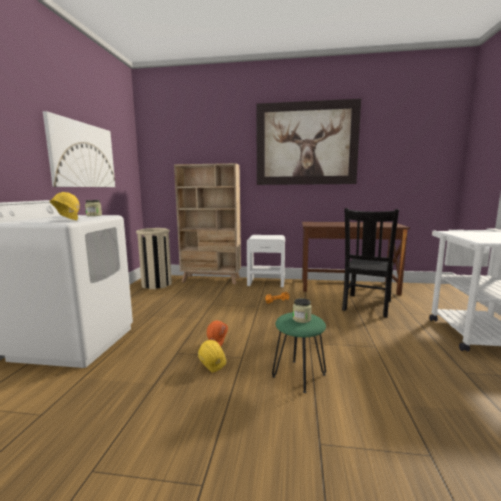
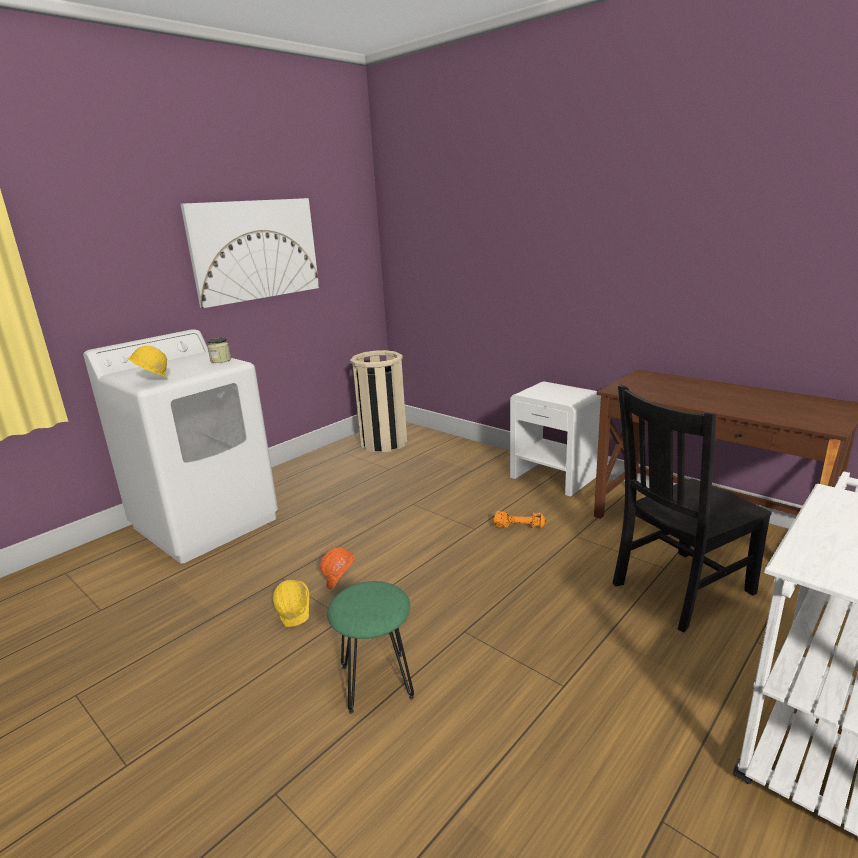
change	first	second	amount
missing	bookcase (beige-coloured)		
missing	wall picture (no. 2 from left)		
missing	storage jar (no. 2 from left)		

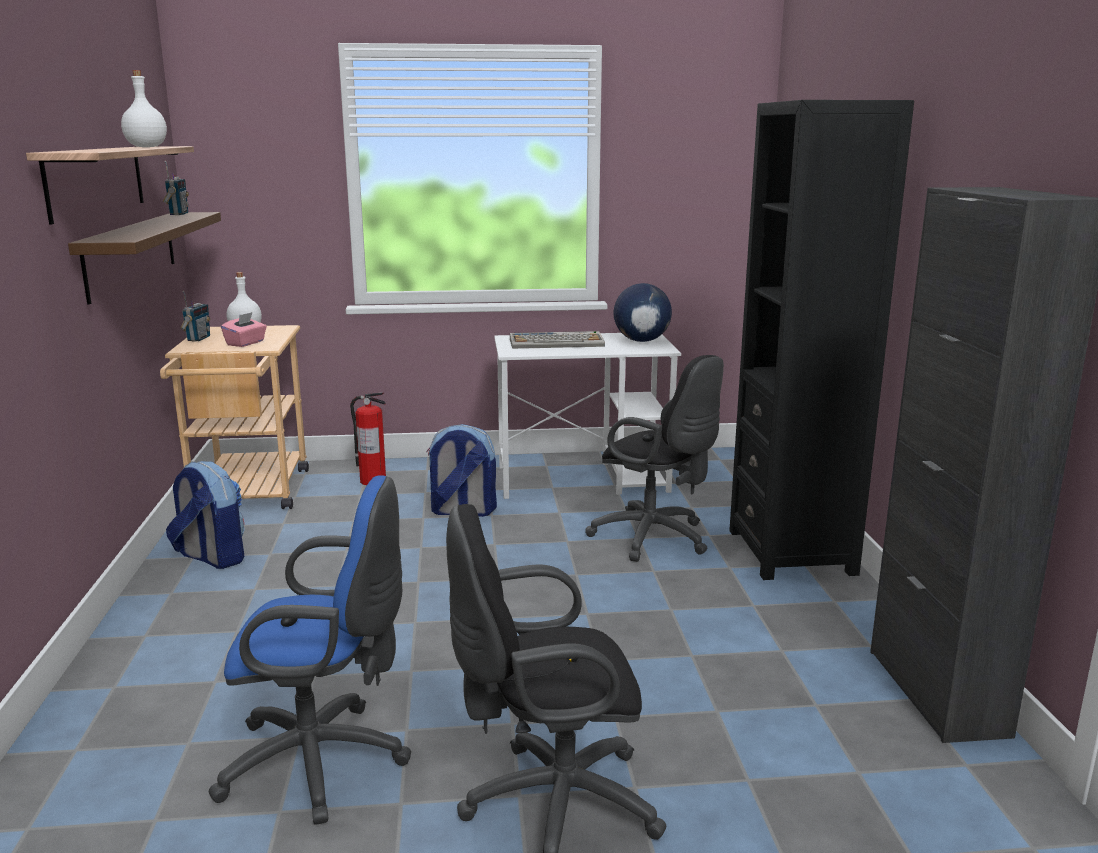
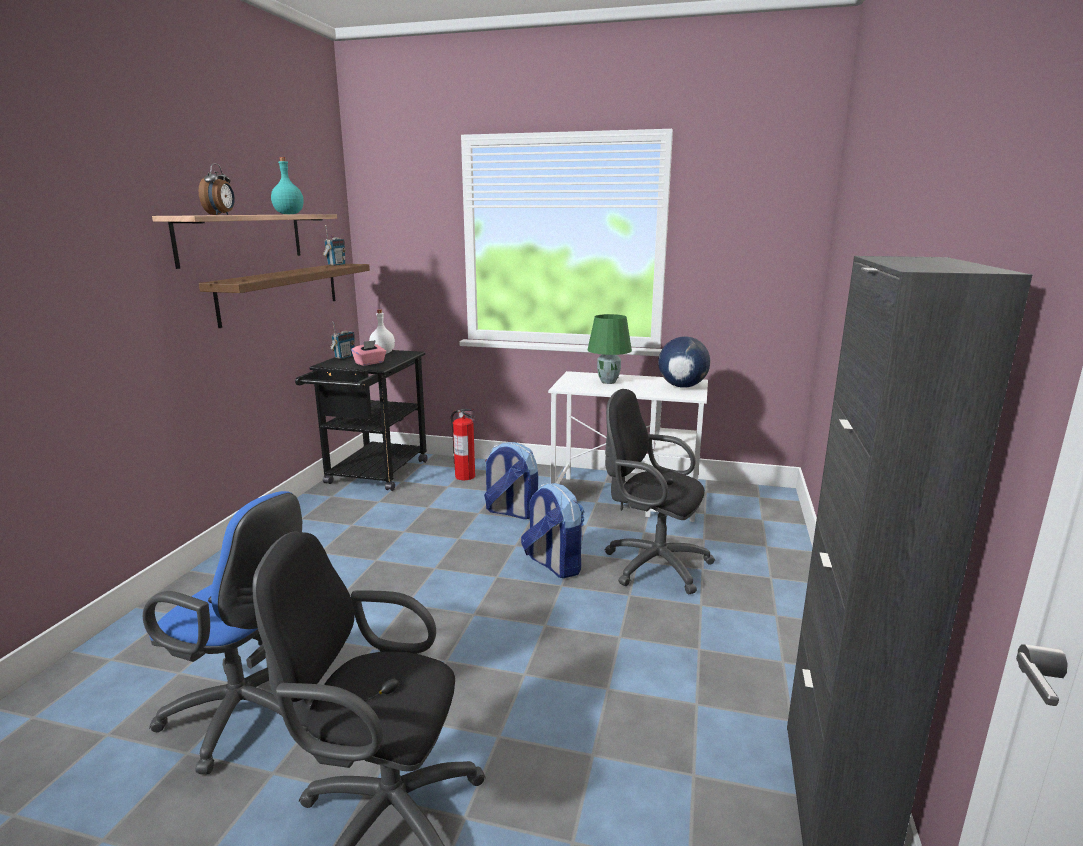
change	first	second	amount
appeared		bedside clock	
colour	beverage bottle (white-coloured) (no. 1 from left)	beverage bottle (turquoise)	
colour	cart (beige-coloured)	cart (blackish)	
relocated	rucksack (no. 1 from left in the first image)	rucksack (no. 2 from left)	
exchanged	computer keyboard	lamp for a table (green)	
spun	office chair (blackish) (no. 2 from left)		150 degrees clockwise
missing	bookcase (blackish)		

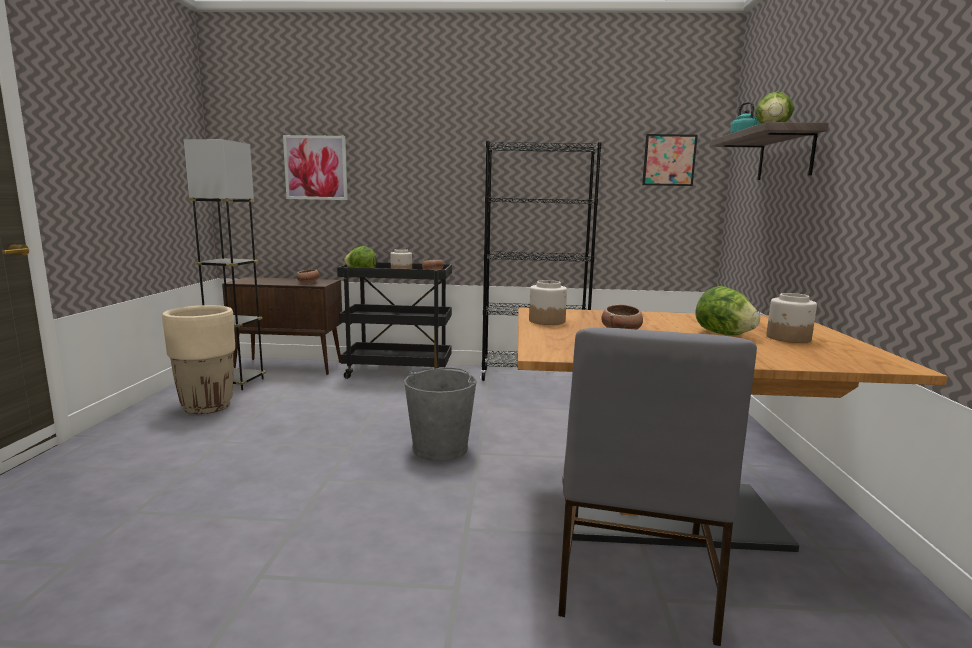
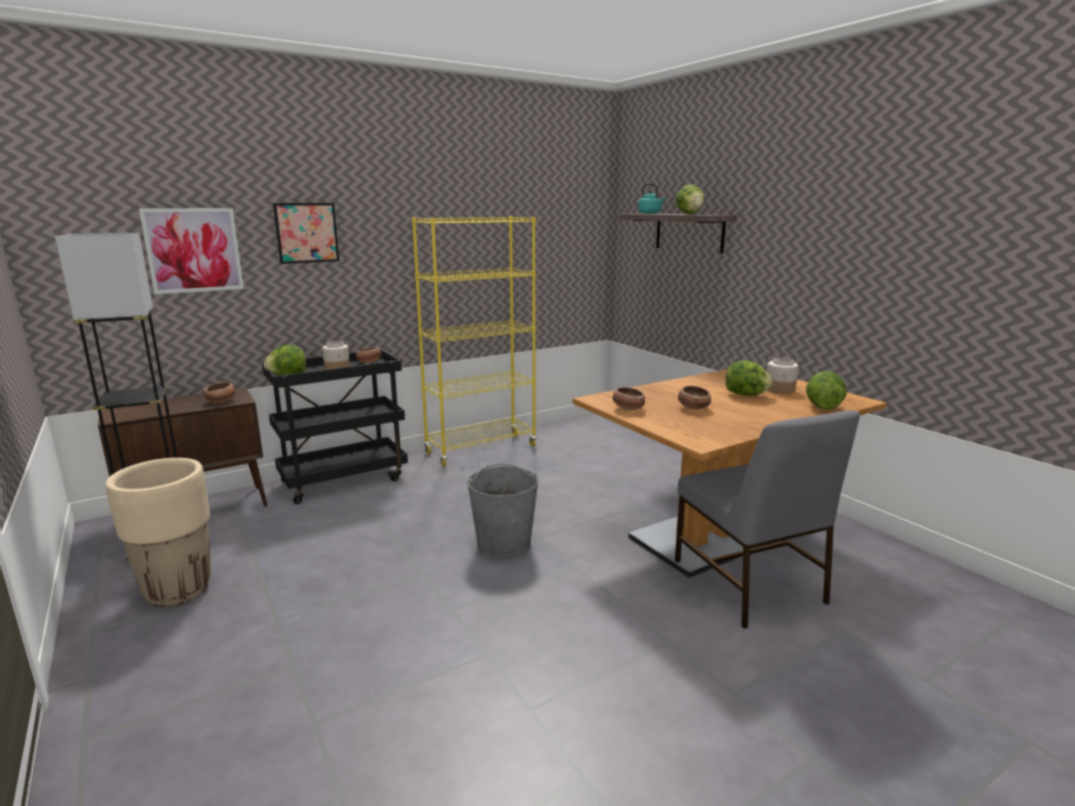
change	first	second	amount
relocated	wall picture (no. 2 from left)		
colour	bookcase (blackish)	bookcase (yellow-coloured)	
exchanged	storage jar (no. 2 from left)	deep dish (no. 3 from left)	
appeared		head of lettuce (no. 4 from left)	

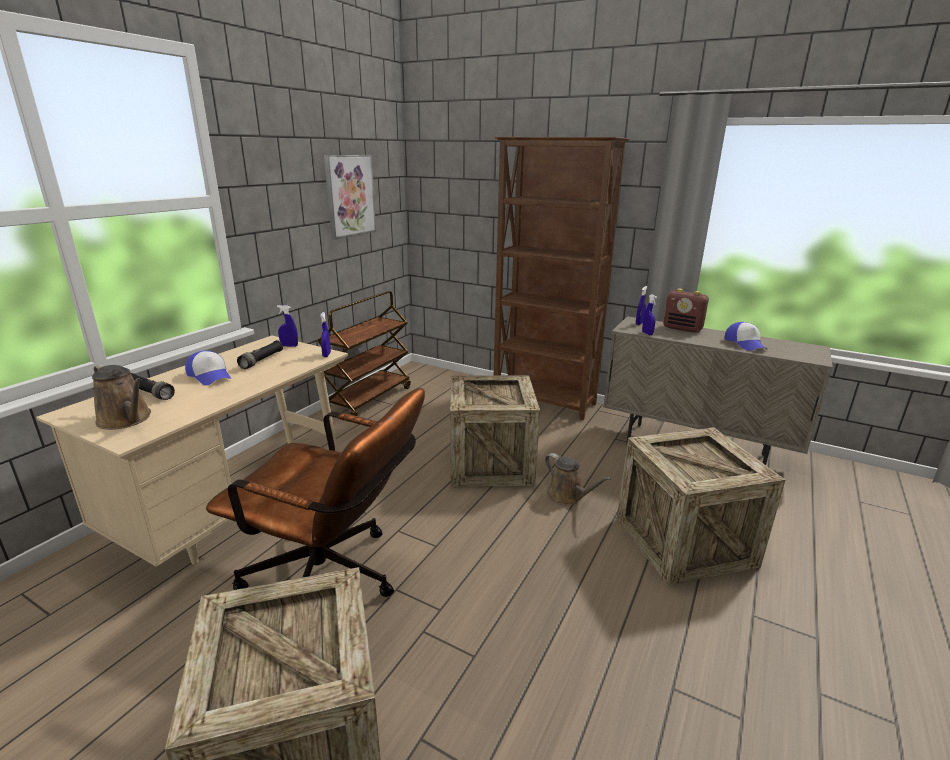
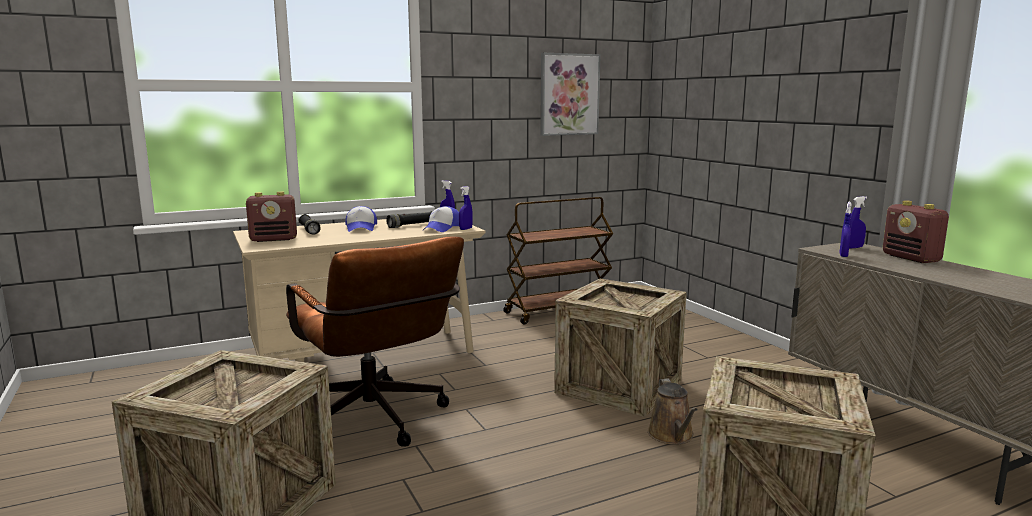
change	first	second	amount
exchanged	sprinkling can (brown-coloured) (no. 1 from left)	radio (no. 1 from left)	
relocated	cap (no. 2 from left)		
missing	bookcase (brown-coloured)		

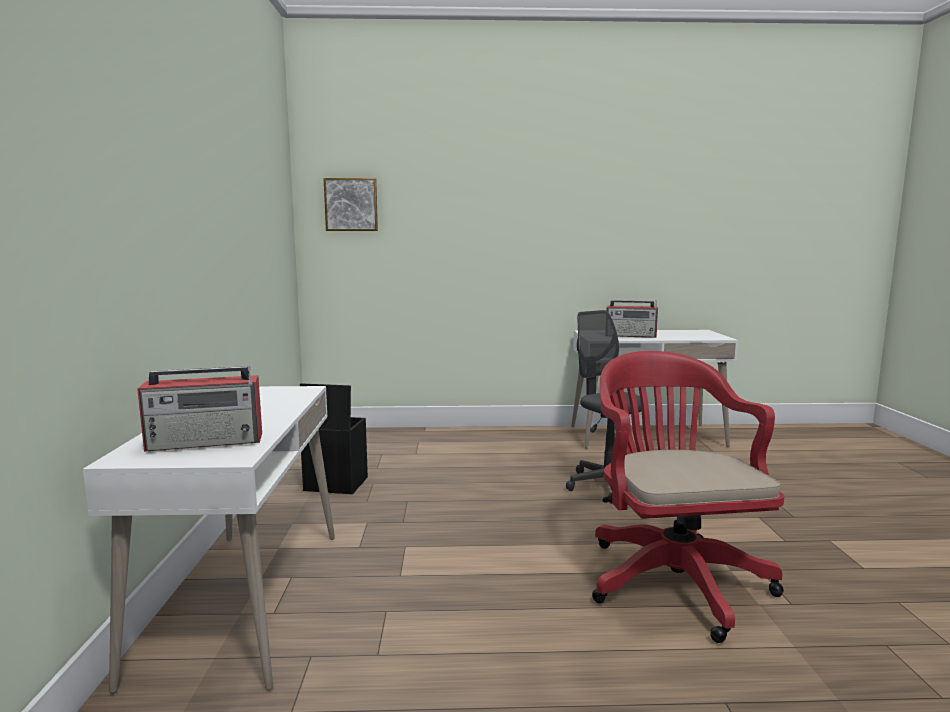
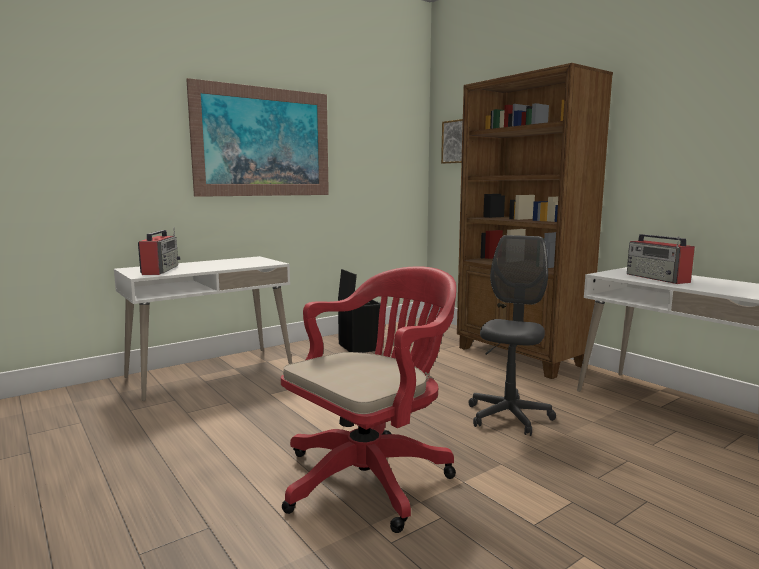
change	first	second	amount
spun	radio (no. 1 from left)		135 degrees counterclockwise
appeared		wall picture (no. 1 from left)	
appeared		bookcase (brown-coloured)	

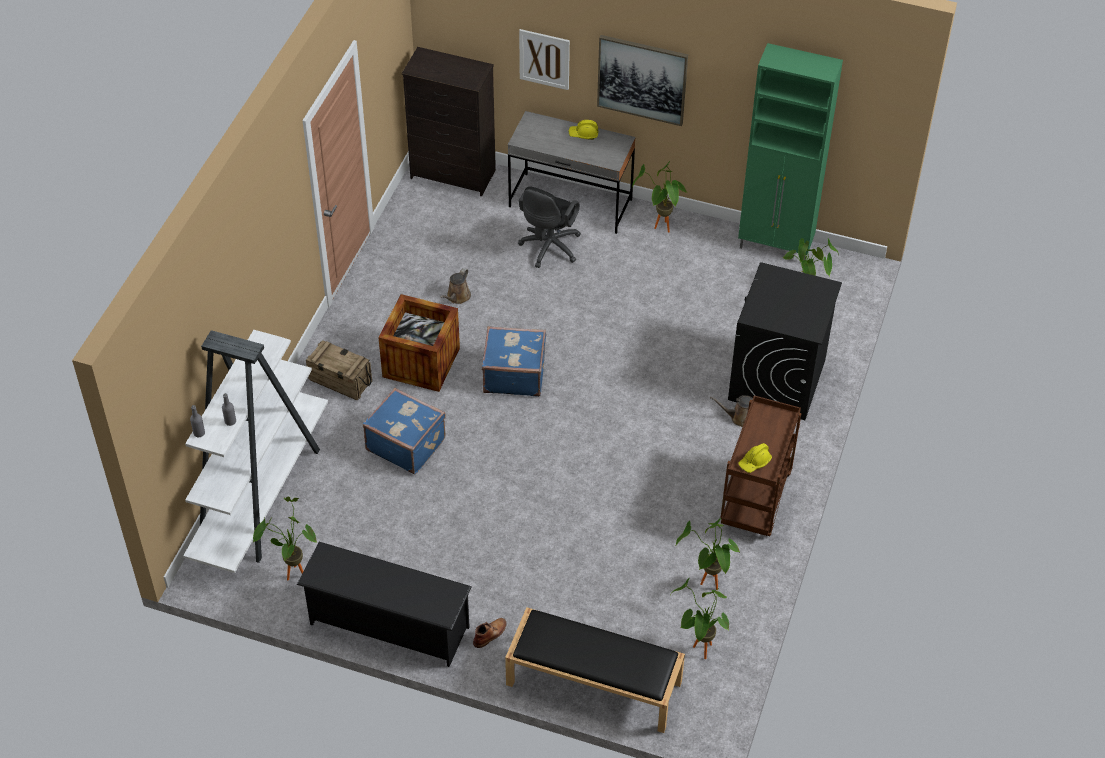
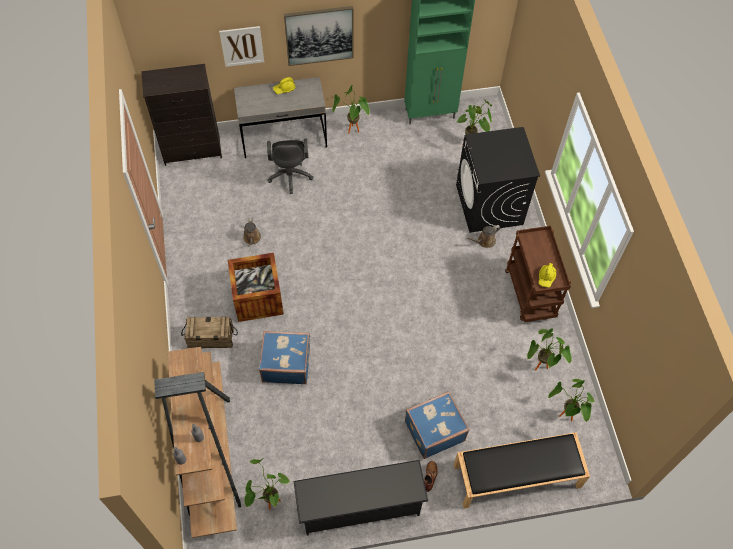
change	first	second	amount
colour	bookcase (white-coloured)	bookcase (brown-coloured)	
relocated	travel case (blue) (no. 2 from left)		

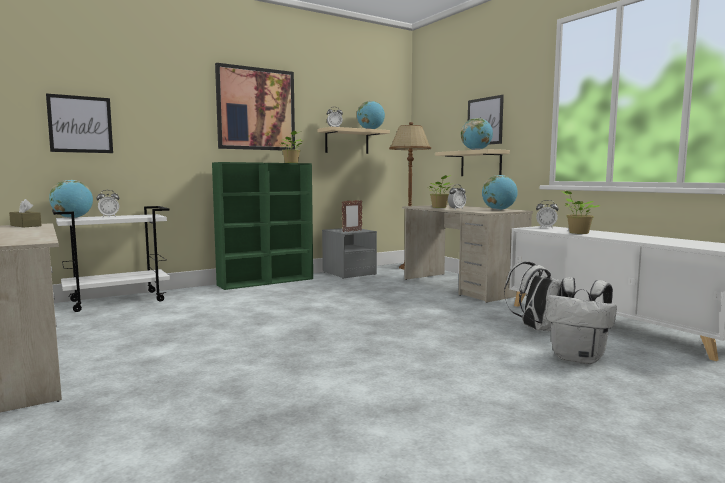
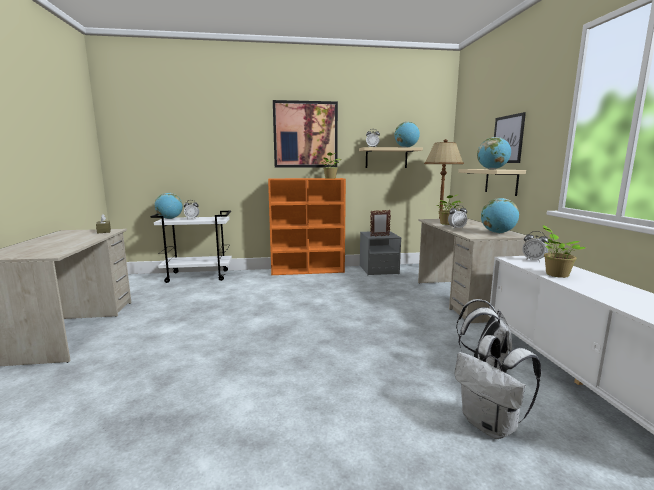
change	first	second	amount
colour	bookcase (green)	bookcase (orange)	
missing	wall picture (no. 1 from left)		

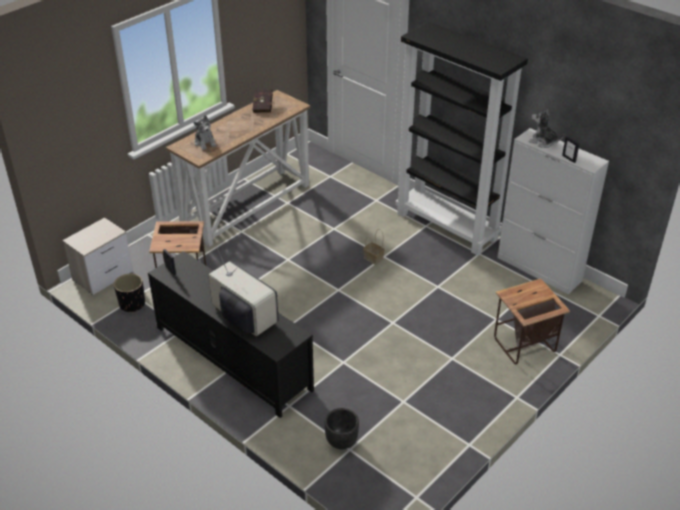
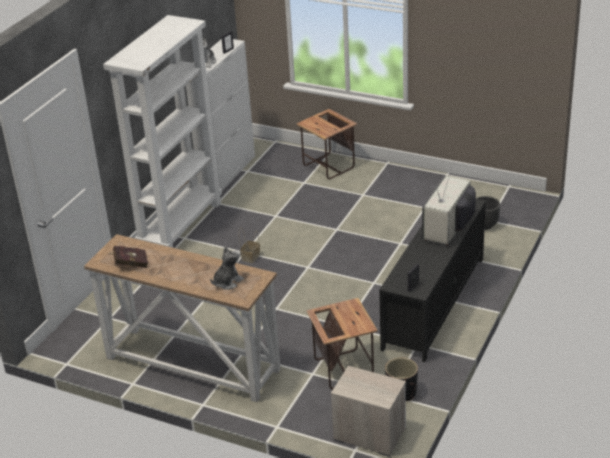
change	first	second	amount
colour	bookcase (blackish)	bookcase (white-coloured)	

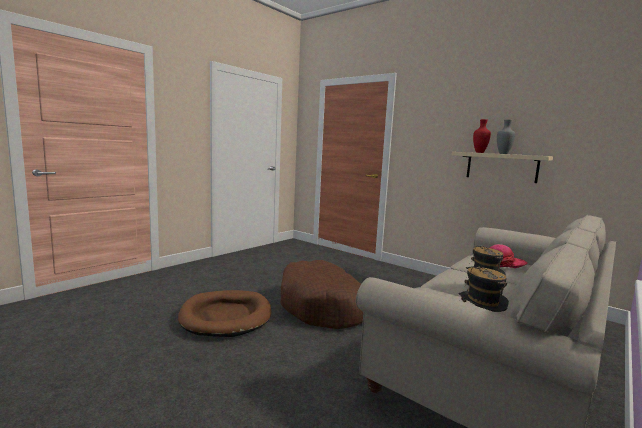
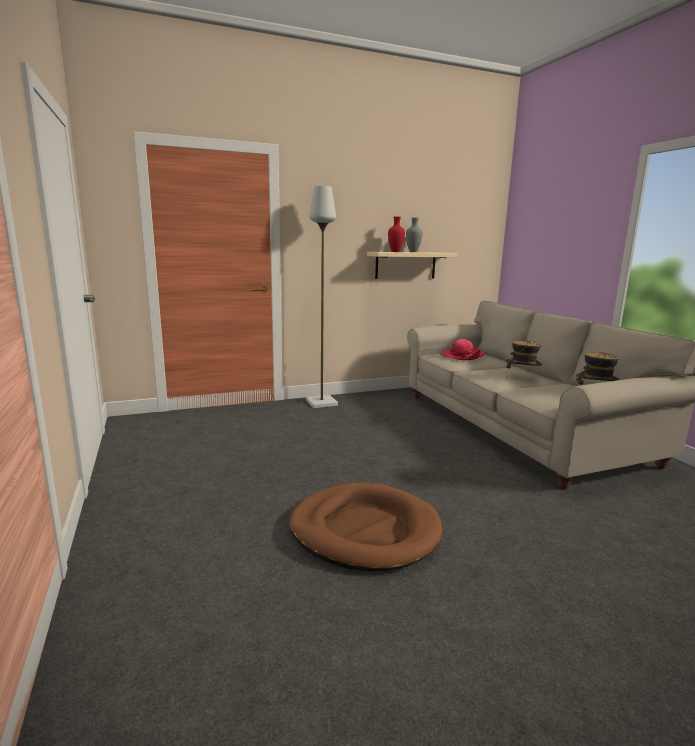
change	first	second	amount
appeared		standing lamp (greyish)	
missing	dog bed (brown-coloured) (no. 2 from left)		

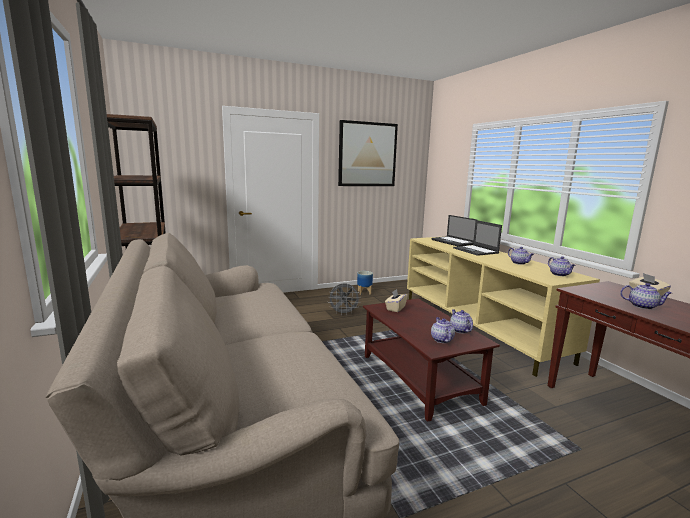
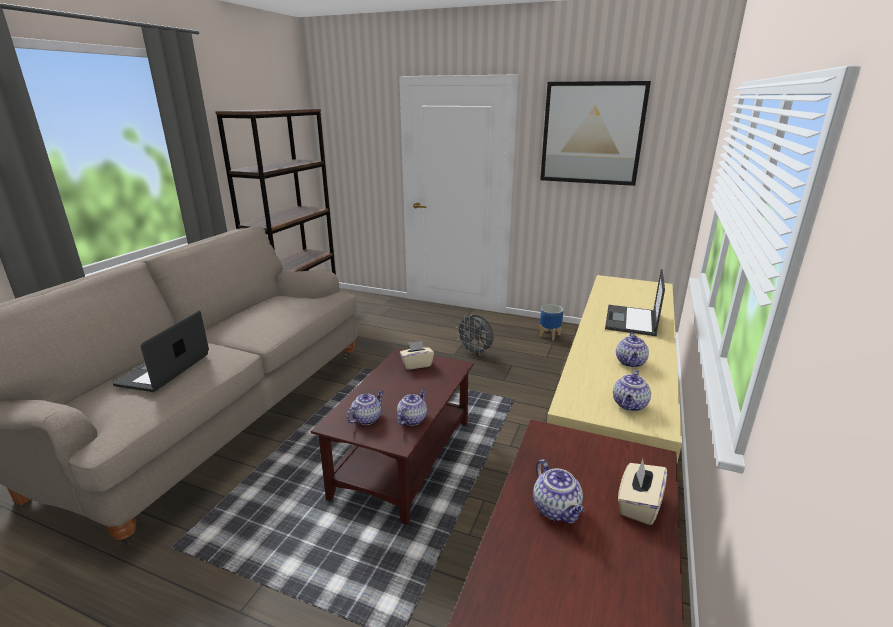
change	first	second	amount
relocated	portable computer (no. 1 from left)		

